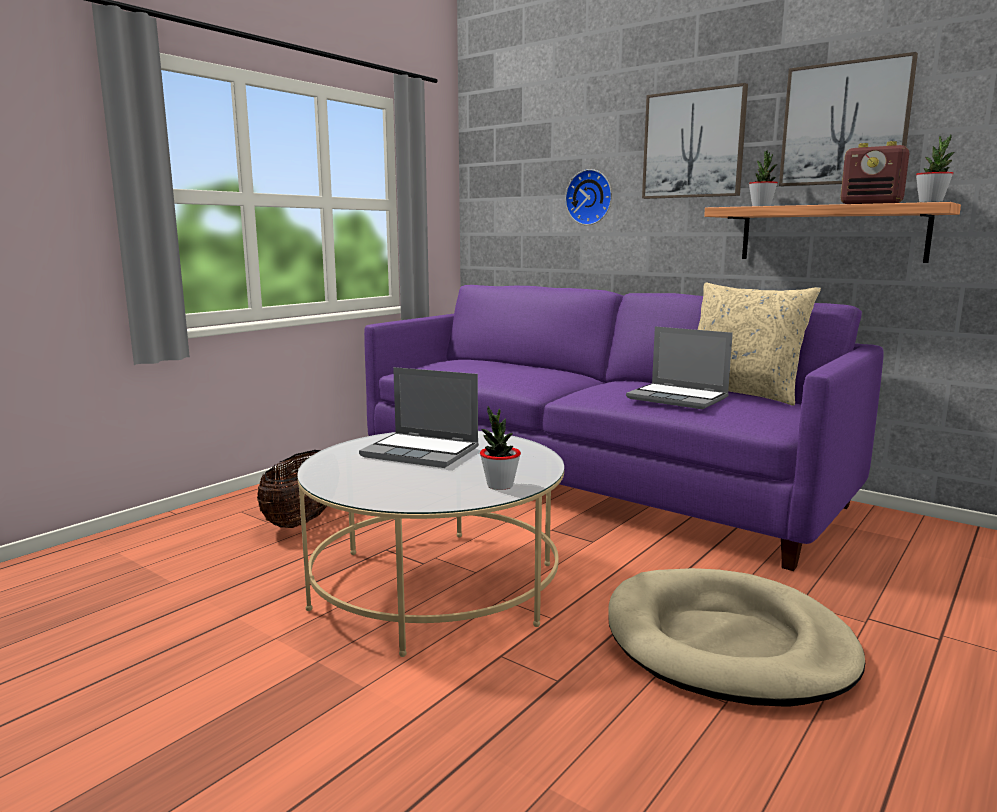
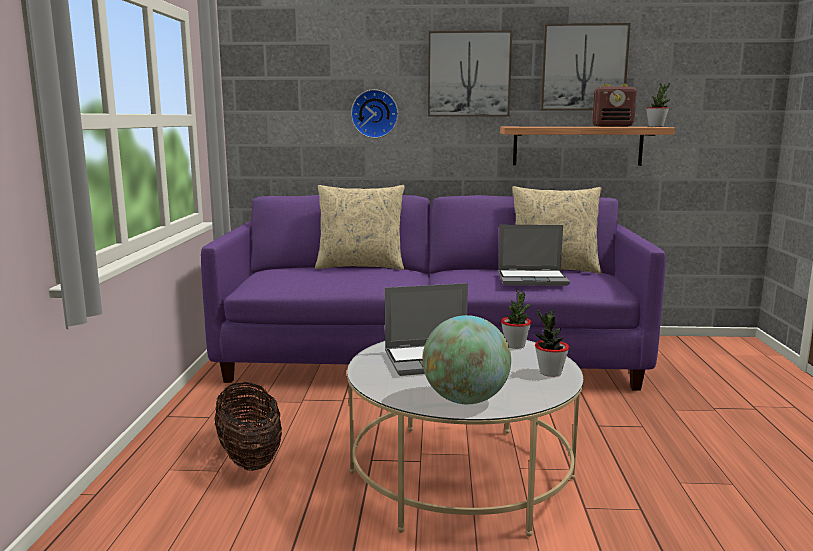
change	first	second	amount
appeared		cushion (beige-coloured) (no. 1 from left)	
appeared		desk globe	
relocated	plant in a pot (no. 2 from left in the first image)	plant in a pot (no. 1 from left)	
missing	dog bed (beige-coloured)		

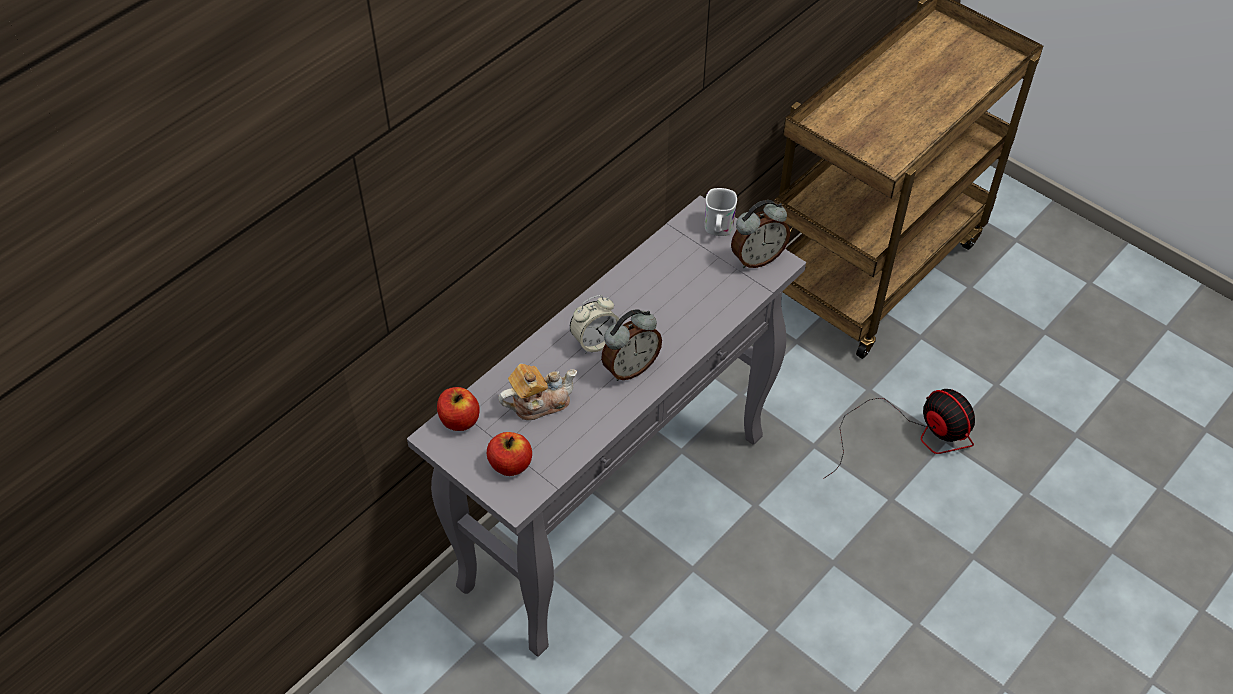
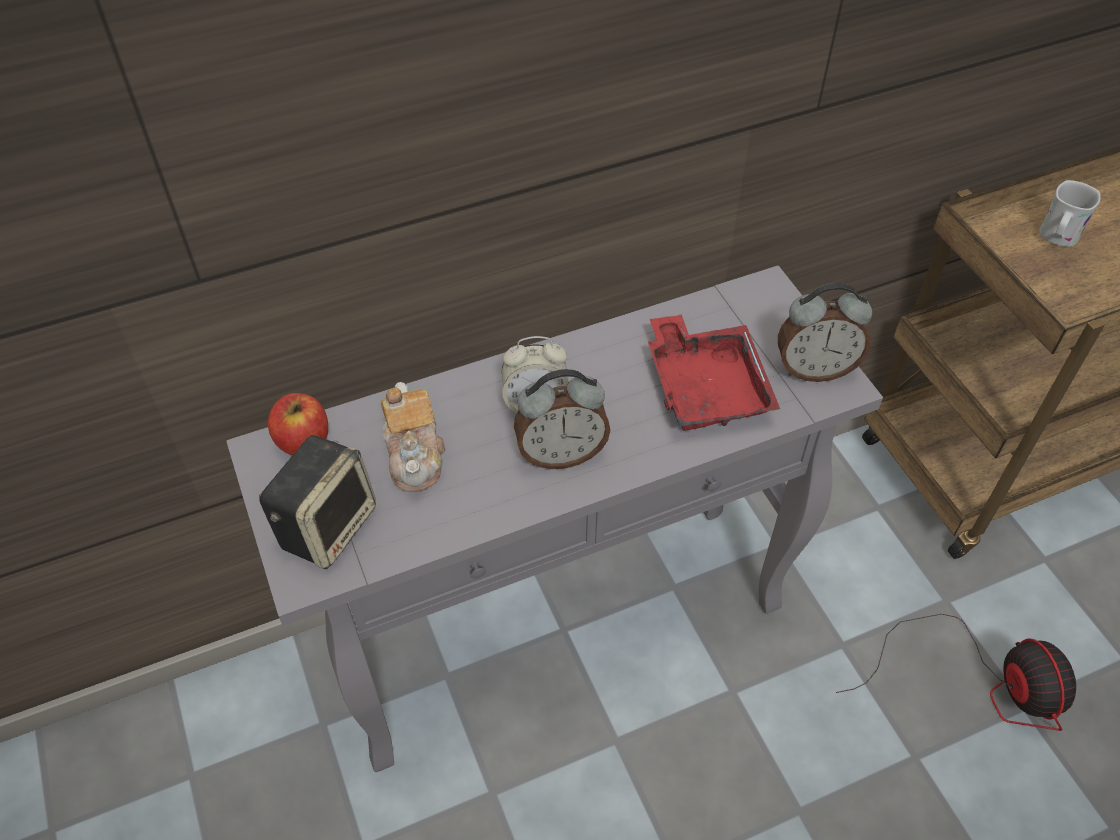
change	first	second	amount
exchanged	whole apple (no. 2 from left)	audio speaker	
spun	pot for tea		75 degrees clockwise
appeared		tray (red)	
relocated	tea mug (white-coloured)		

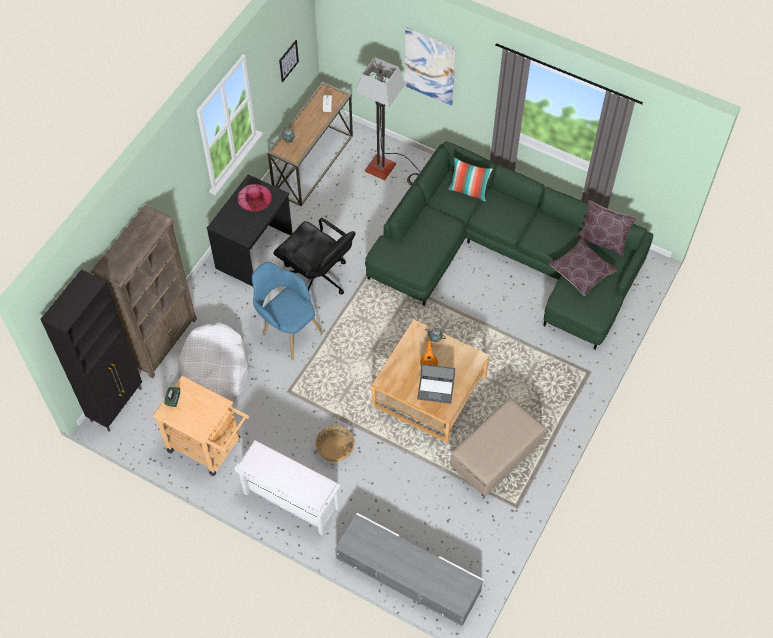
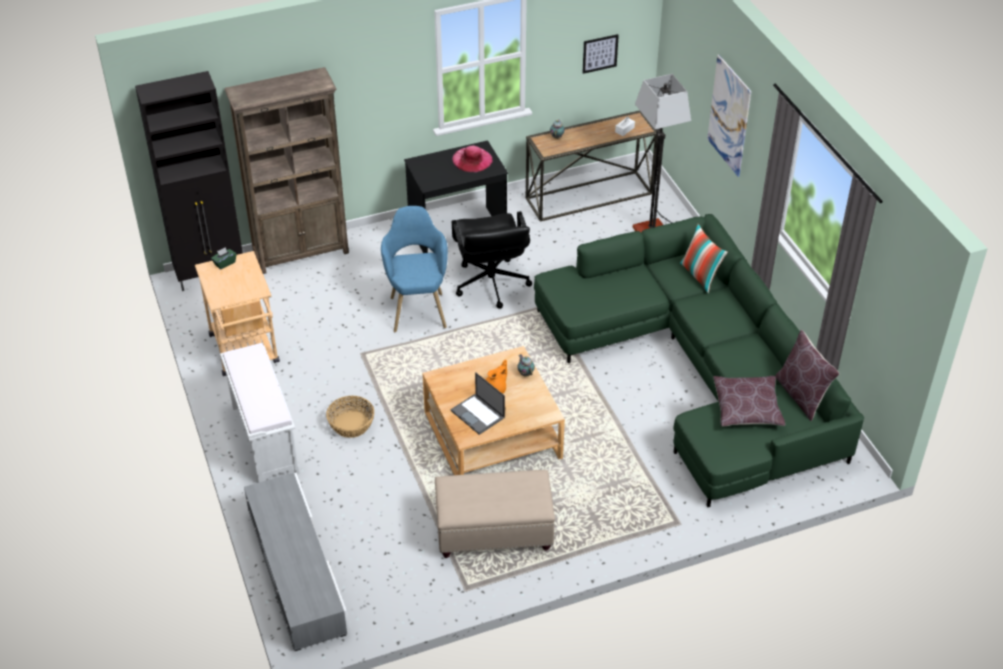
change	first	second	amount
missing	dog bed (white-coloured)		

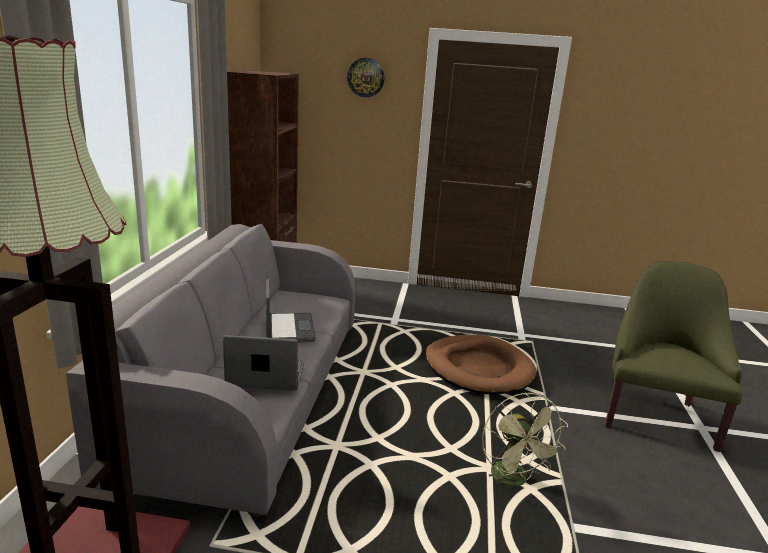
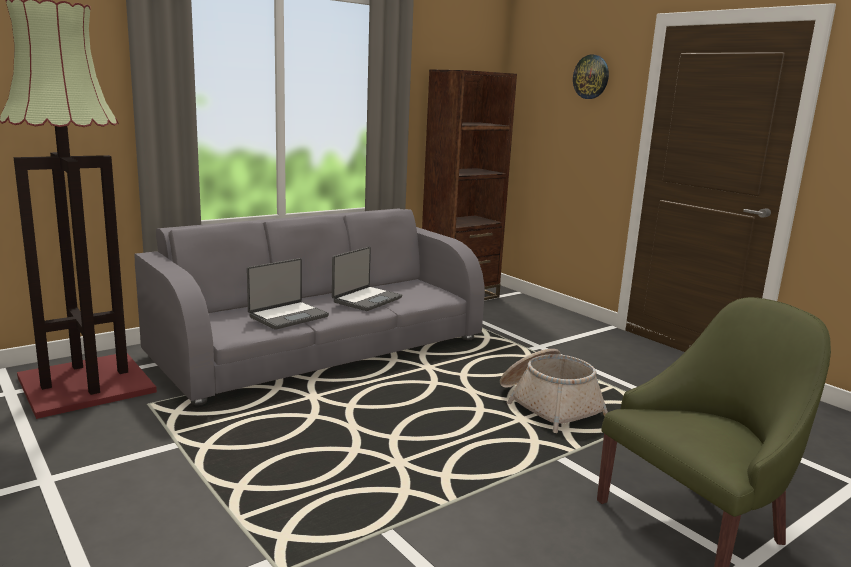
change	first	second	amount
spun	portable computer (no. 1 from left)		90 degrees clockwise
exchanged	dog bed (brown-coloured)	storage basket	
missing	electric fan (green)		

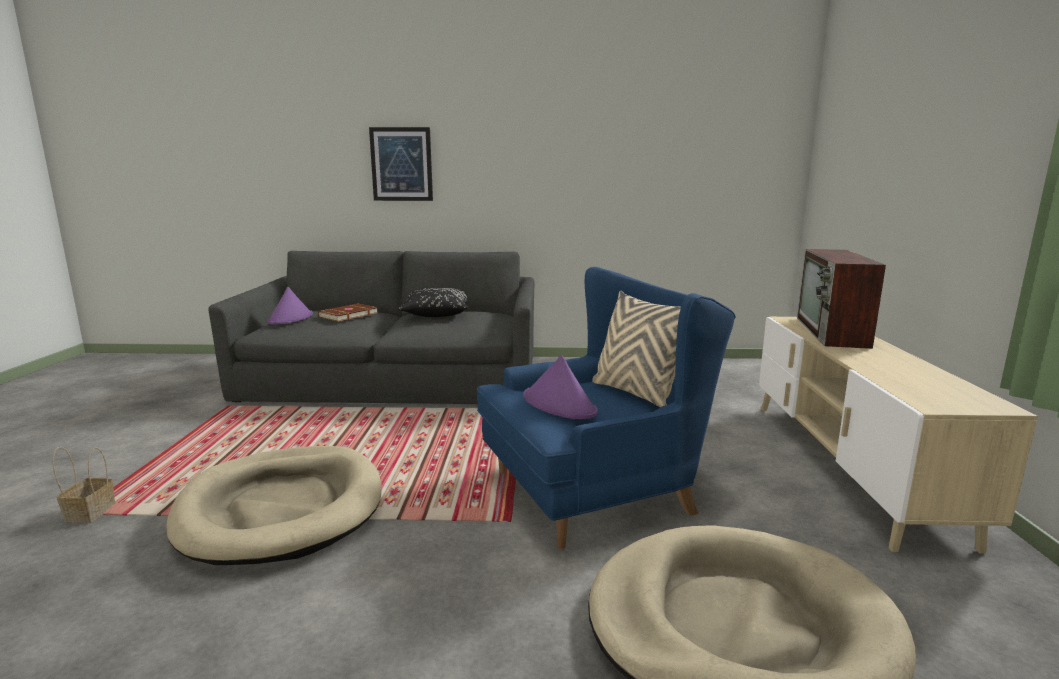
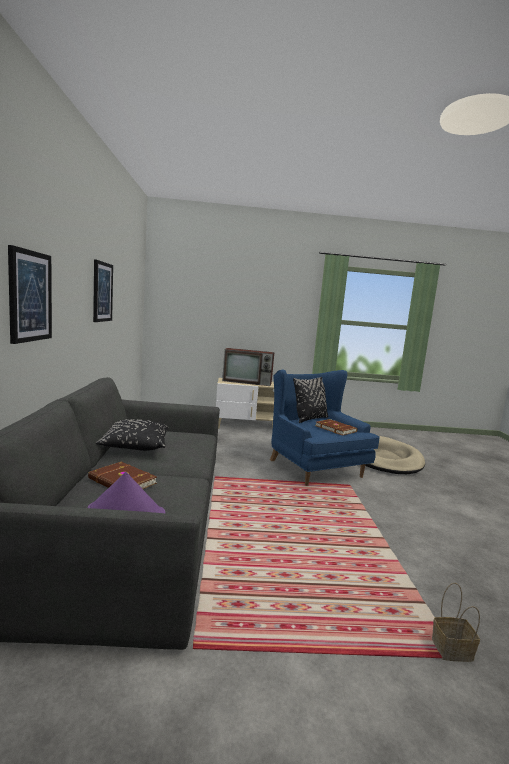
change	first	second	amount
appeared		wall picture (no. 2 from left)	
colour	cushion (beige-coloured)	cushion (blackish) (no. 2 from left)	
exchanged	hat (purple-coloured) (no. 2 from left)	book (brown-coloured) (no. 2 from left)	
missing	dog bed (beige-coloured) (no. 1 from left)		

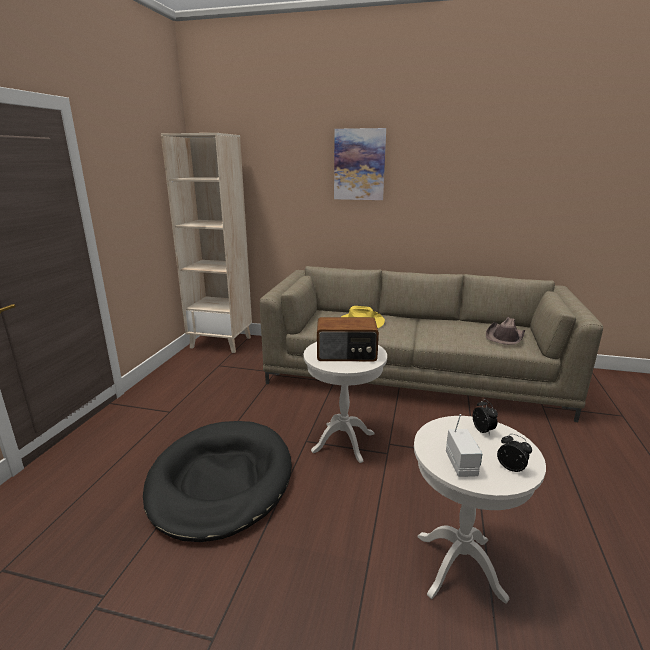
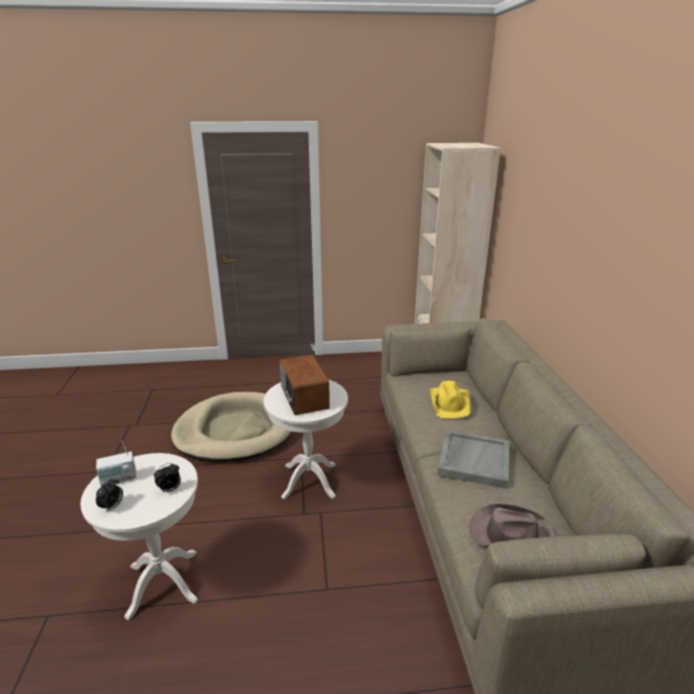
change	first	second	amount
colour	dog bed (blackish)	dog bed (beige-coloured)	
appeared		tray (greyish)	
missing	wall picture		

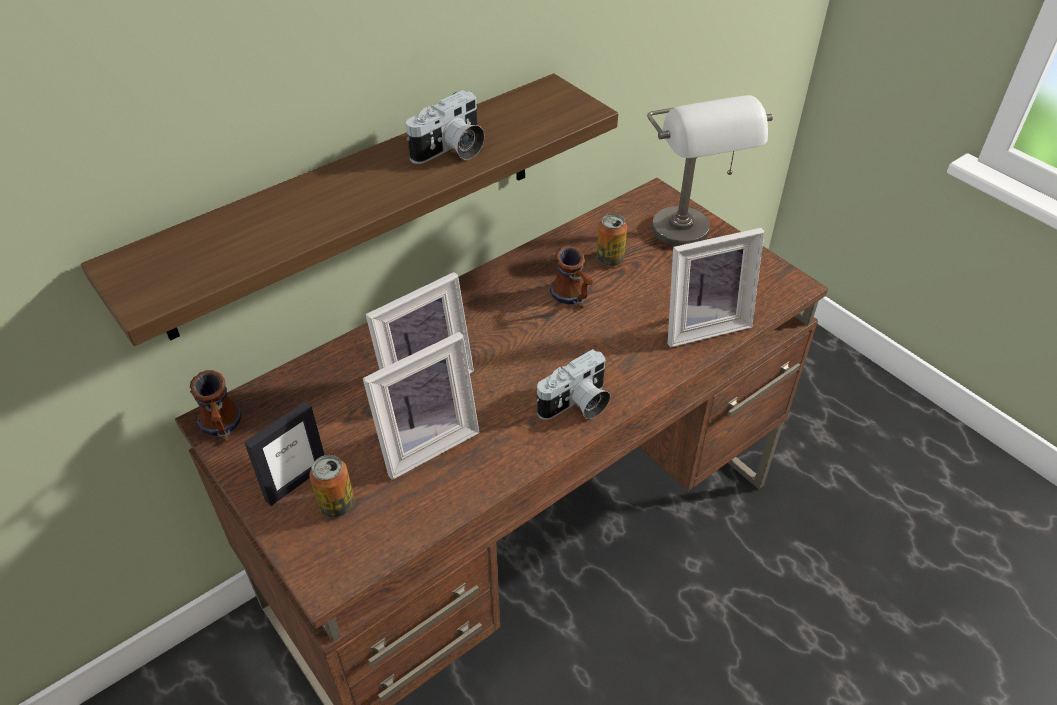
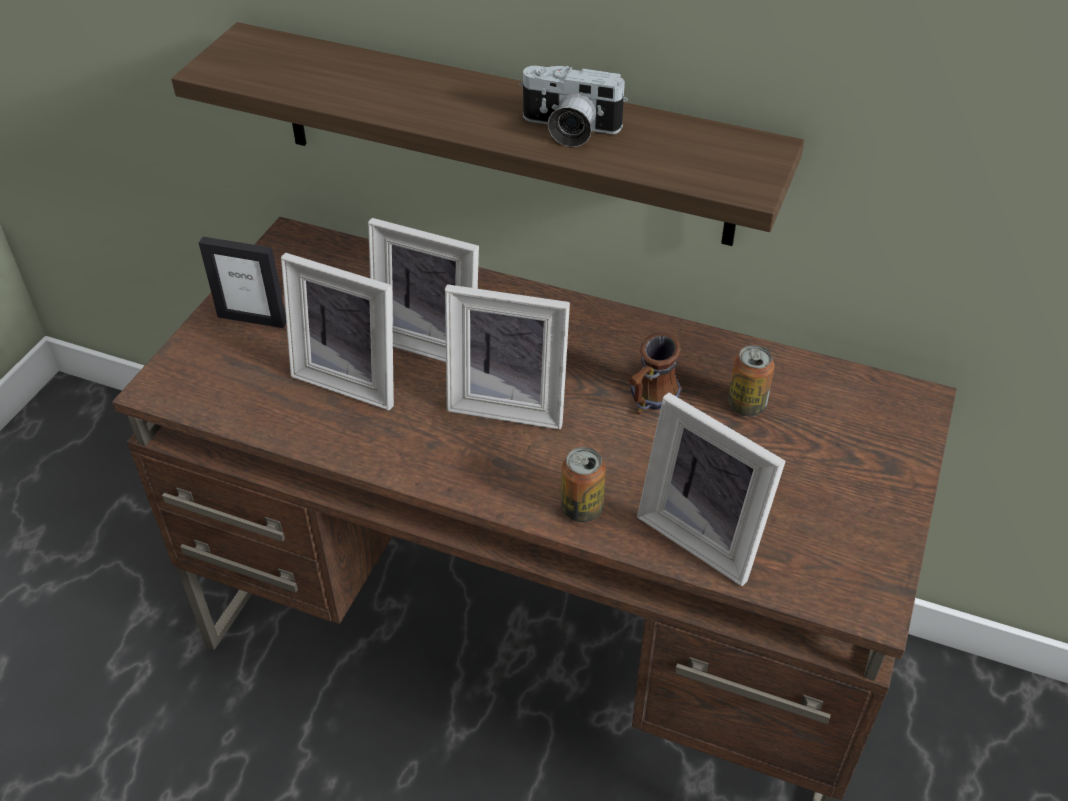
change	first	second	amount
appeared		standing frame (no. 4 from left)	
relocated	metal can (no. 1 from left)		
missing	tea mug (no. 1 from left)		
missing	photo camera (no. 2 from left)		
missing	lamp for a table (greyish)		

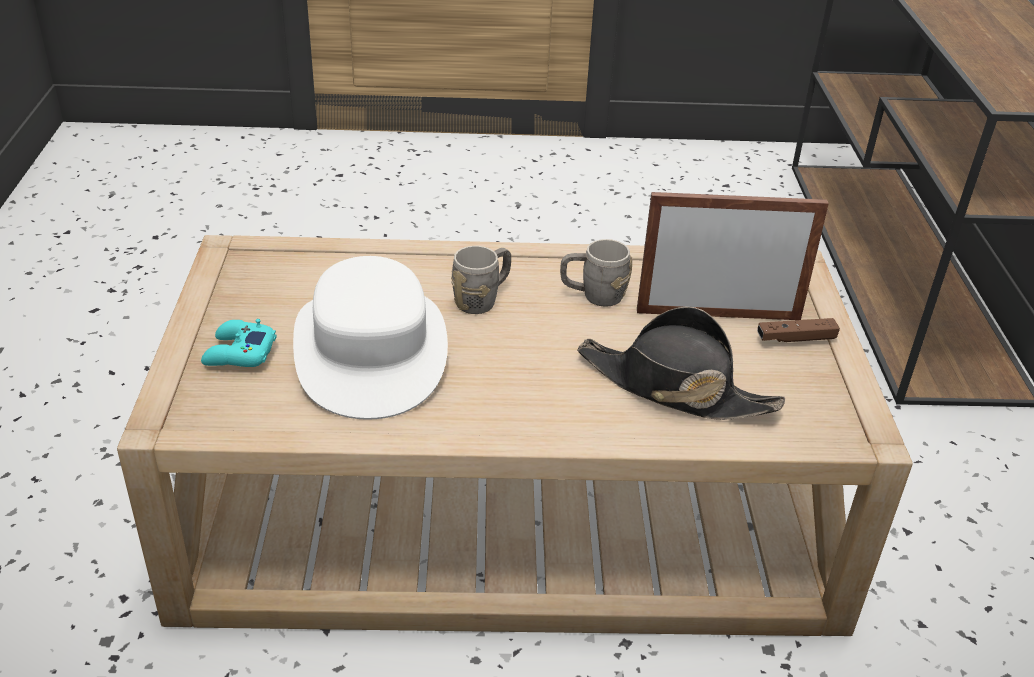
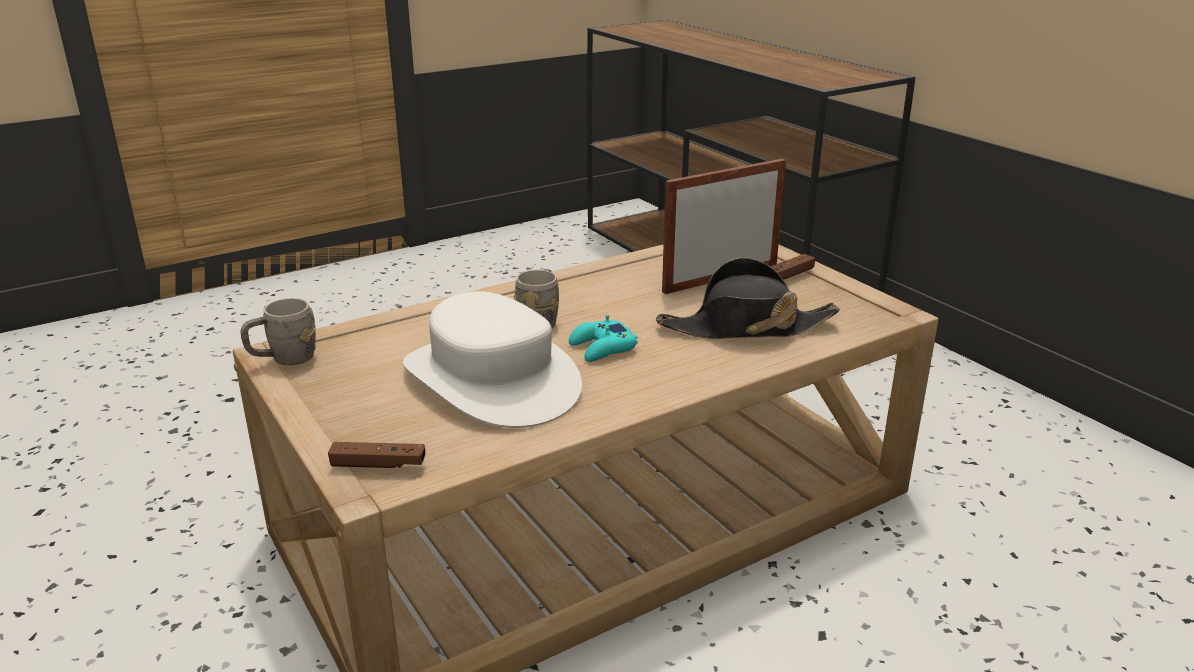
change	first	second	amount
relocated	tea mug (greyish) (no. 2 from left in the first image)	tea mug (greyish) (no. 1 from left)	
appeared		game controller (brown-coloured) (no. 1 from left)	
relocated	game controller (turquoise)		

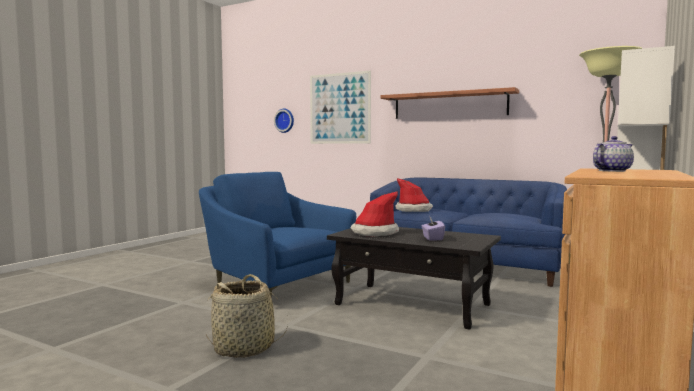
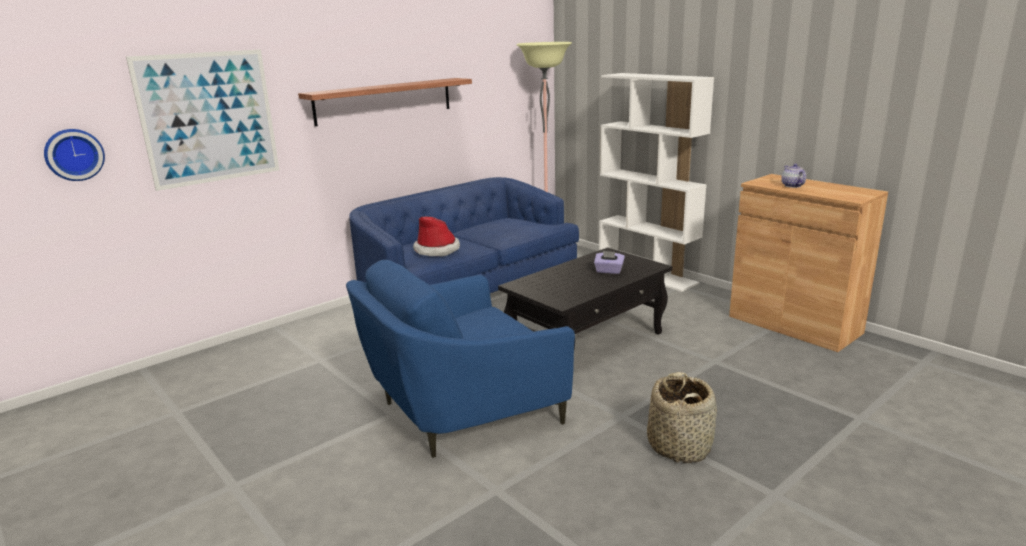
change	first	second	amount
missing	hat (no. 1 from left)		

